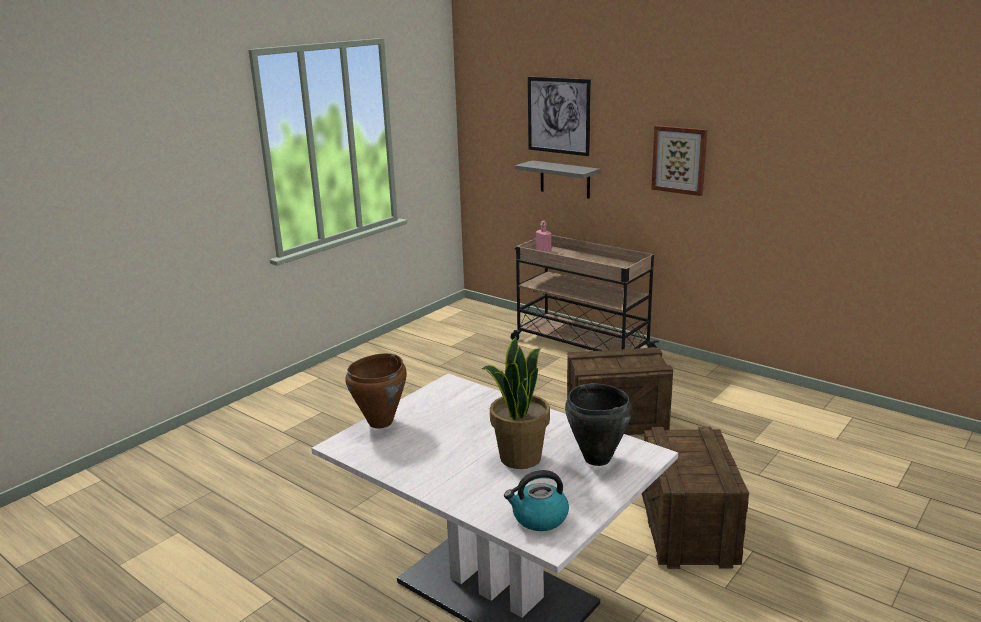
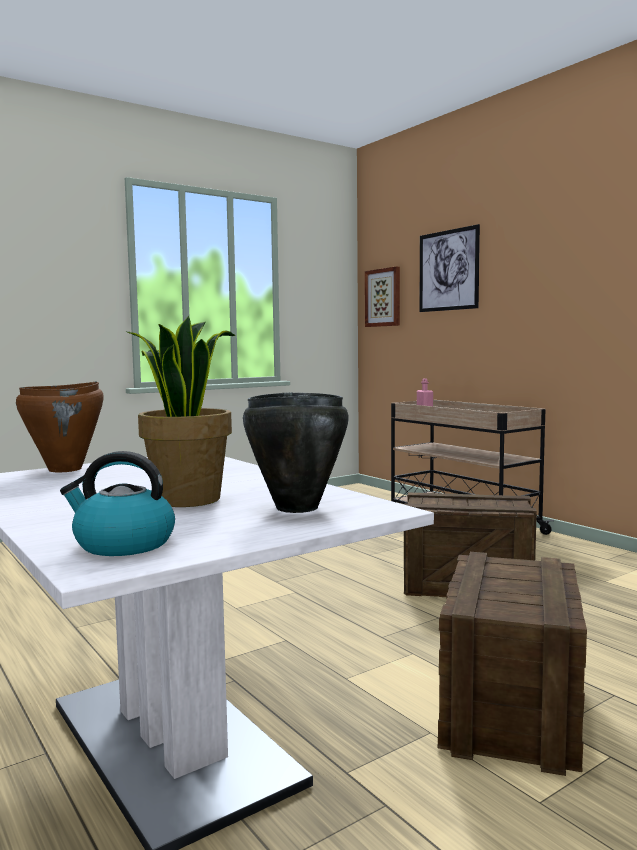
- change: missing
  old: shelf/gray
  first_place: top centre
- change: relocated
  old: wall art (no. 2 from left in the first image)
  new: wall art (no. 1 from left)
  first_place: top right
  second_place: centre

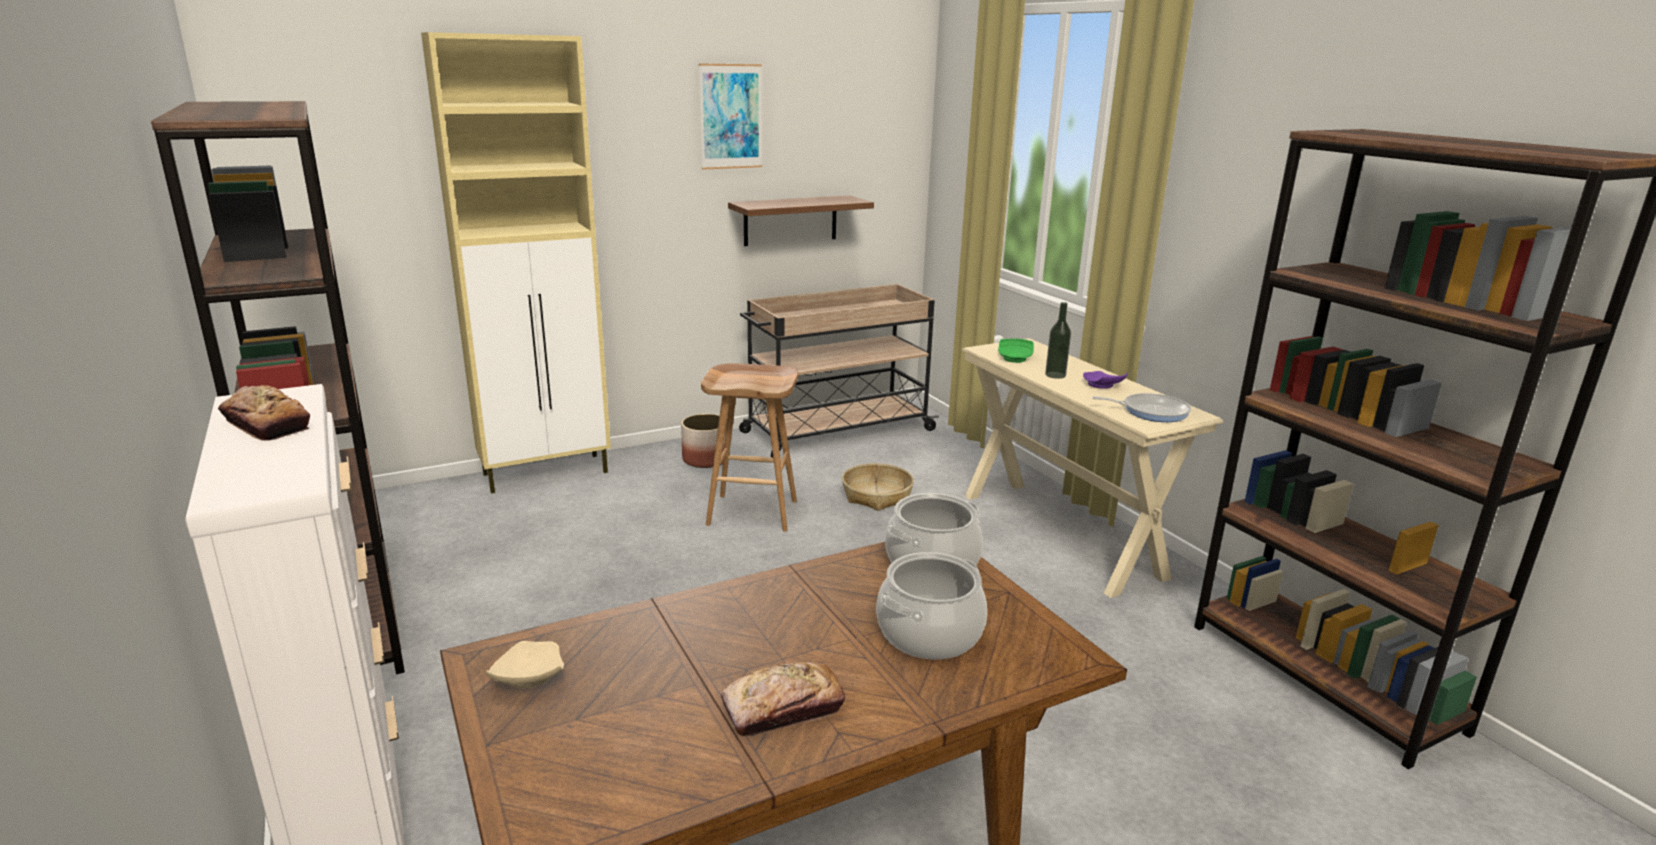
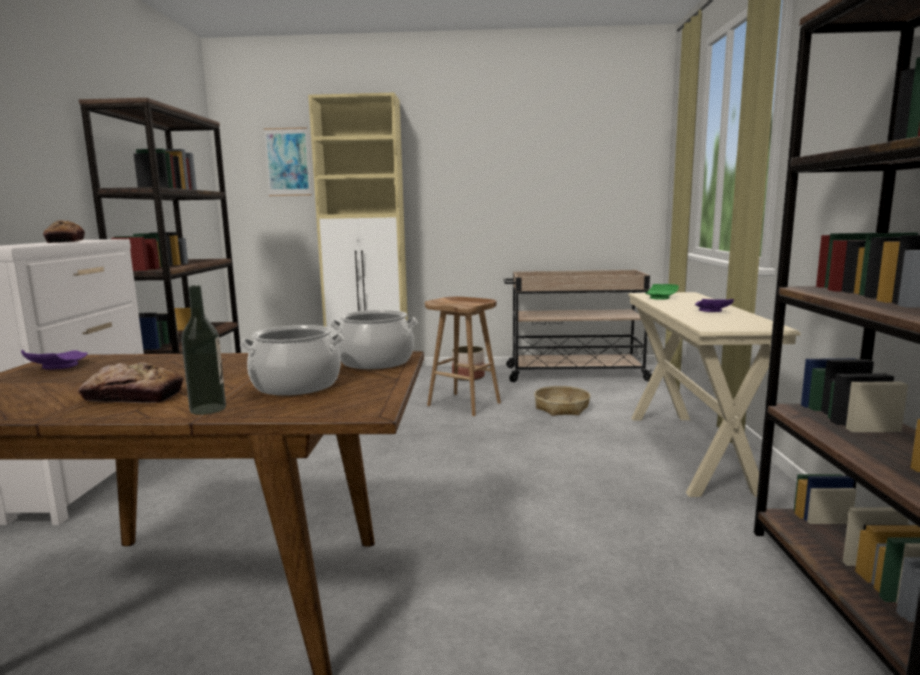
- change: missing
  old: shelf
  first_place: top centre
- change: missing
  old: frying pan
  first_place: middle right
- change: relocated
  old: wall art
  first_place: top centre
  second_place: top left
- change: relocated
  old: beverage bottle
  first_place: centre
  second_place: middle left
- change: colour
  old: plate/beige
  new: plate/purplish (no. 1 from left)
  first_place: bottom left
  second_place: middle left

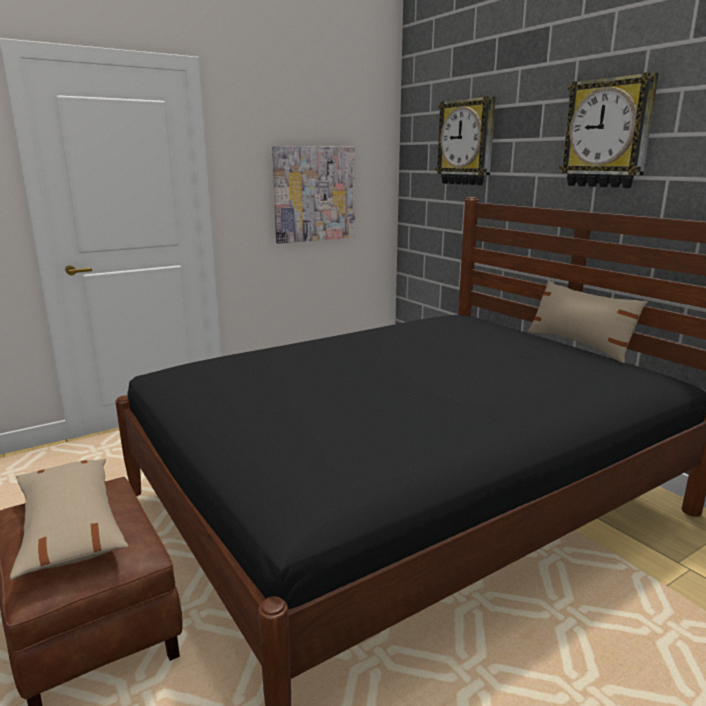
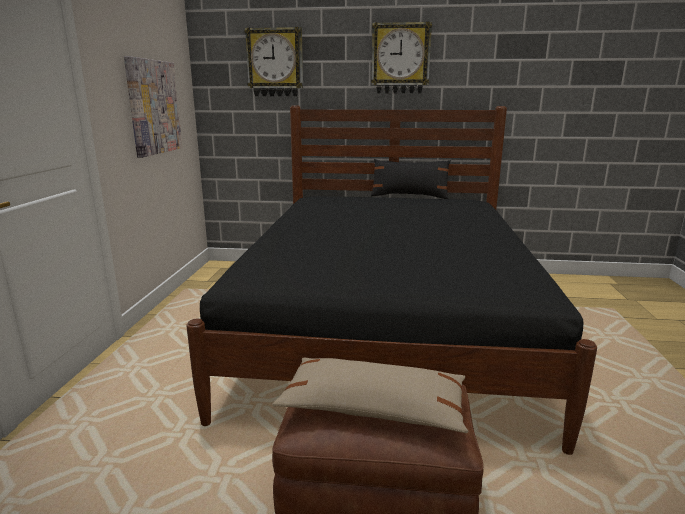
- change: colour
  old: pillow/beige (no. 2 from left)
  new: pillow/black
  first_place: middle right
  second_place: centre

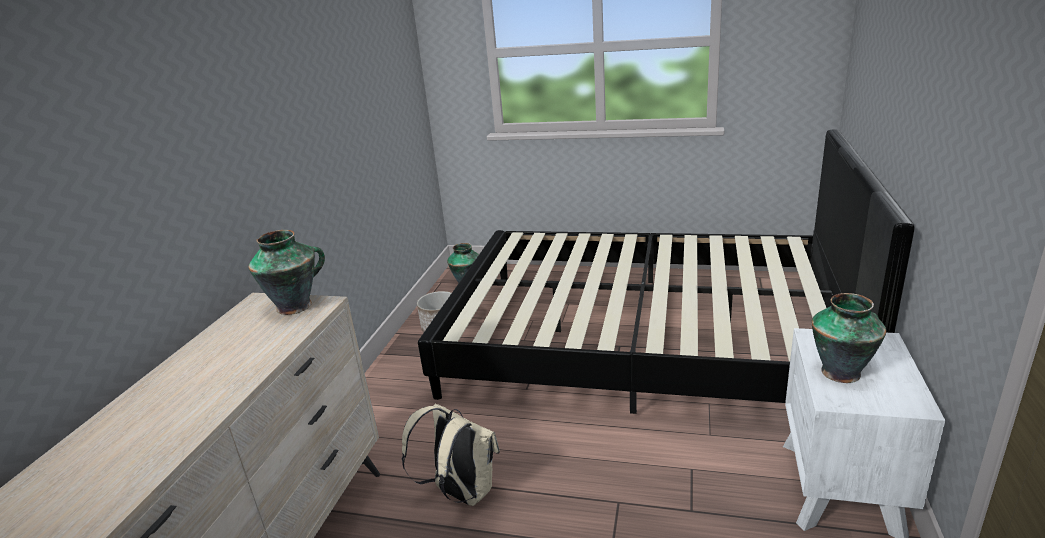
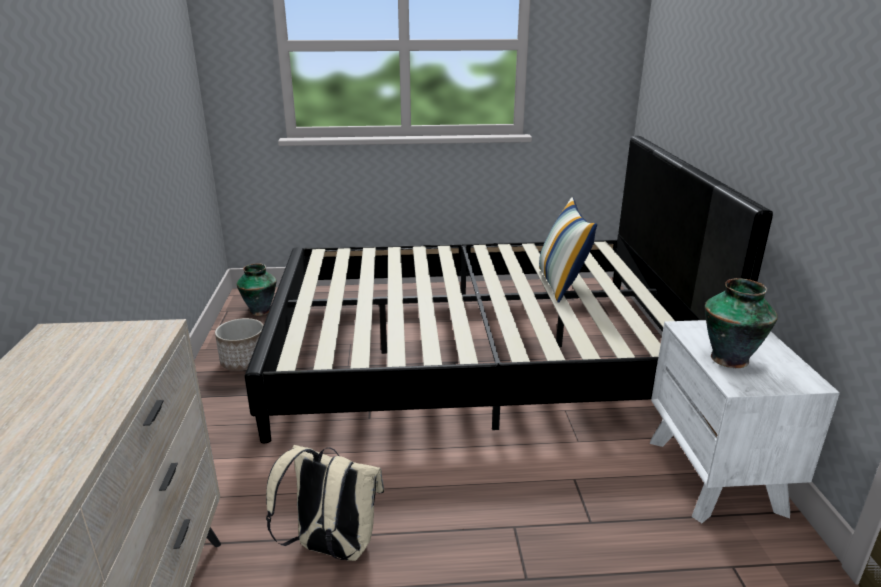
- change: missing
  old: flower vase (no. 1 from left)
  first_place: middle left
- change: appeared
  new: pillow
  second_place: centre

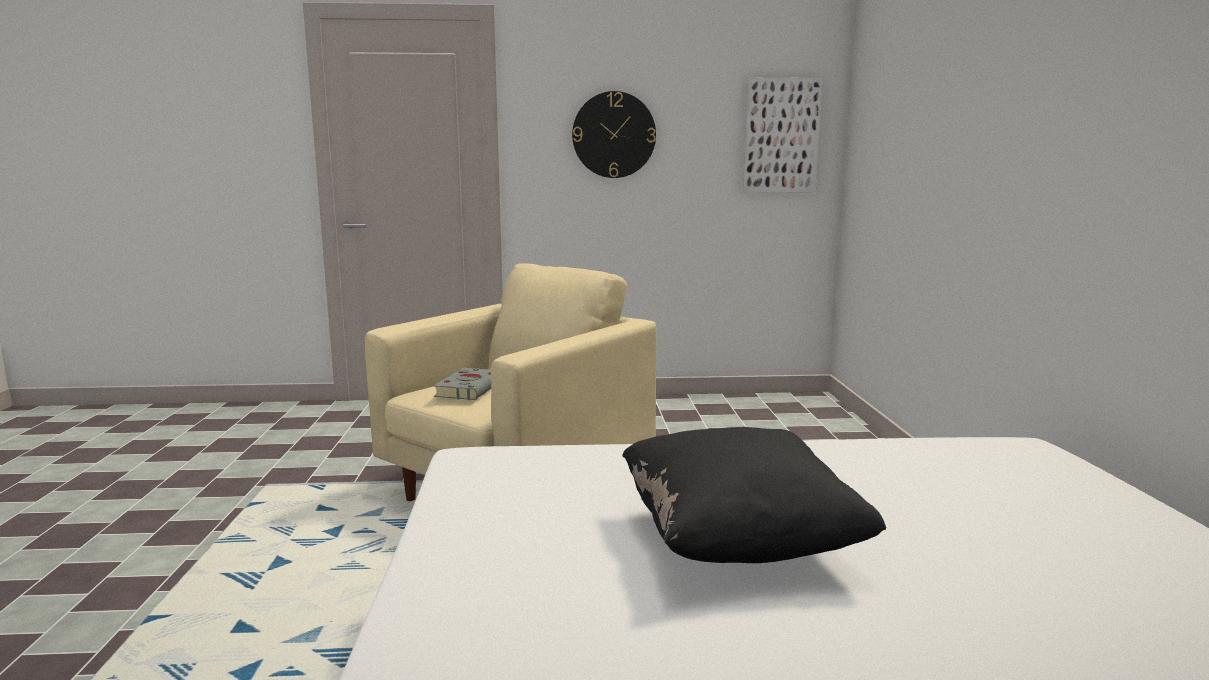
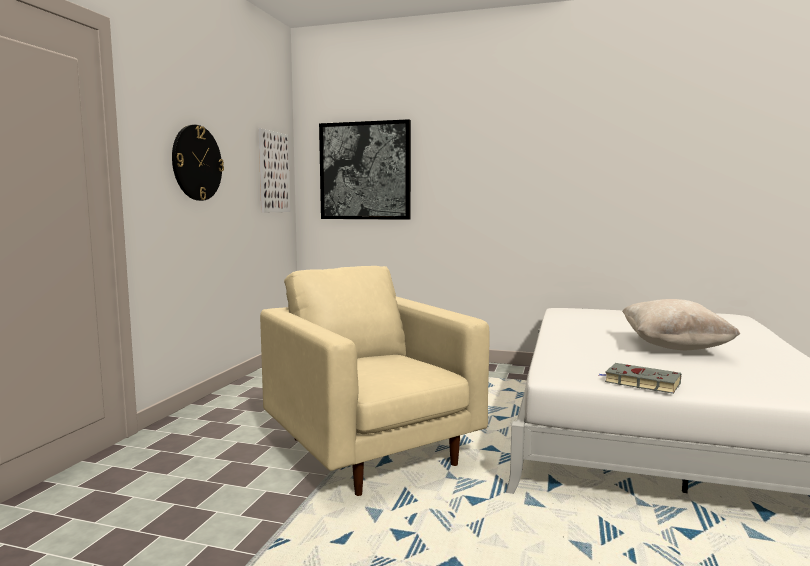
- change: appeared
  new: wall art (no. 2 from left)
  second_place: top centre
- change: relocated
  old: bound book/gray
  first_place: centre
  second_place: bottom right
- change: colour
  old: pillow/black
  new: pillow/beige
  first_place: bottom centre
  second_place: middle right

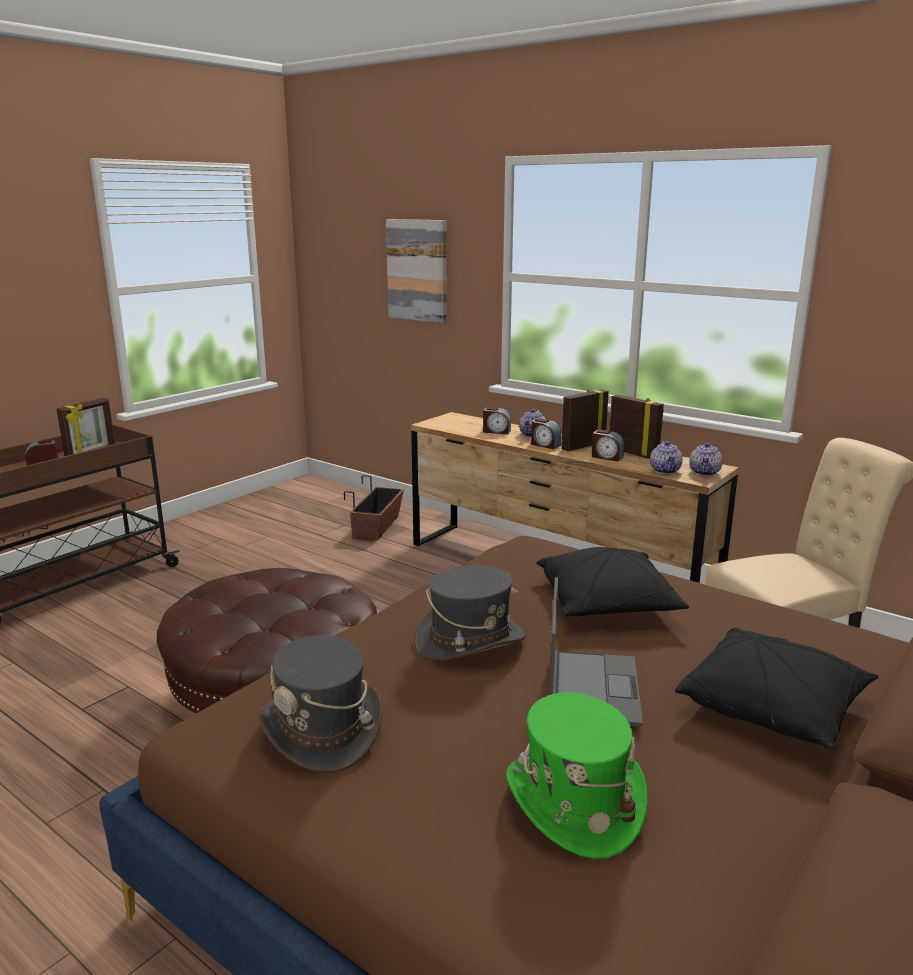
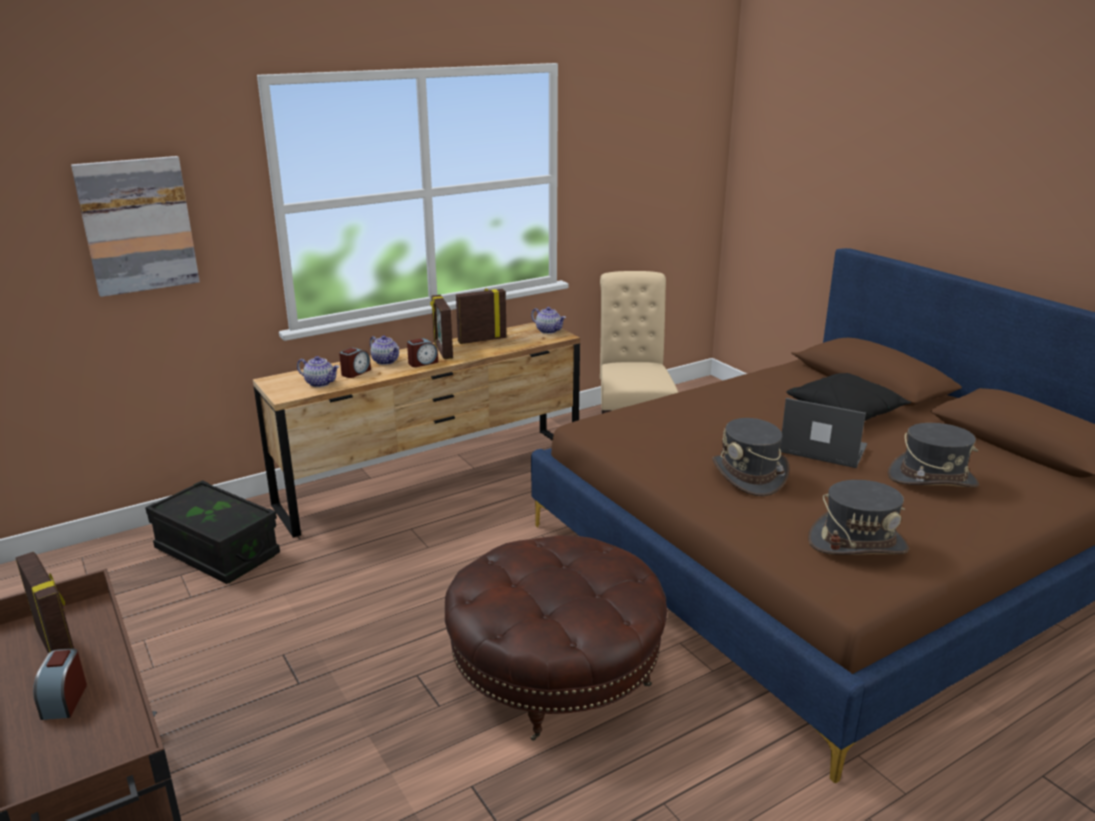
- change: missing
  old: pillow/black (no. 1 from left)
  first_place: middle right
- change: missing
  old: table clock (no. 4 from left)
  first_place: centre
- change: relocated
  old: tea pot (no. 2 from left in the first image)
  new: tea pot (no. 1 from left)
  first_place: middle right
  second_place: middle left
- change: exchanged
  old: planter
  new: storage bin/black
  first_place: centre
  second_place: middle left
- change: colour
  old: wearable hat/green-coloured
  new: wearable hat/gray (no. 3 from left)
  first_place: bottom centre
  second_place: middle right

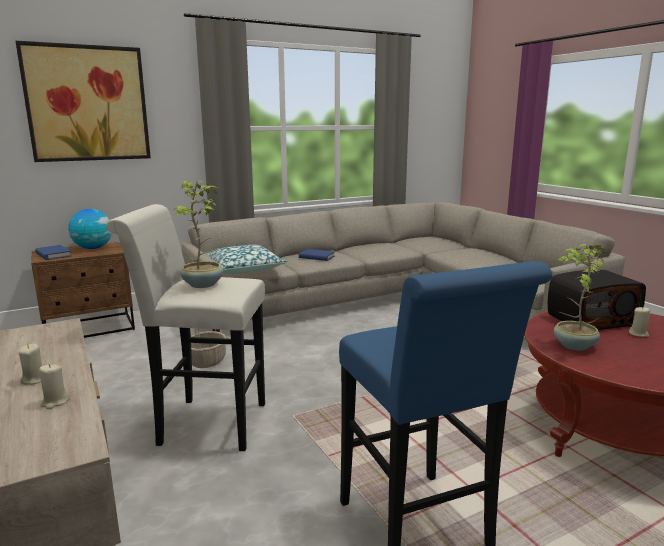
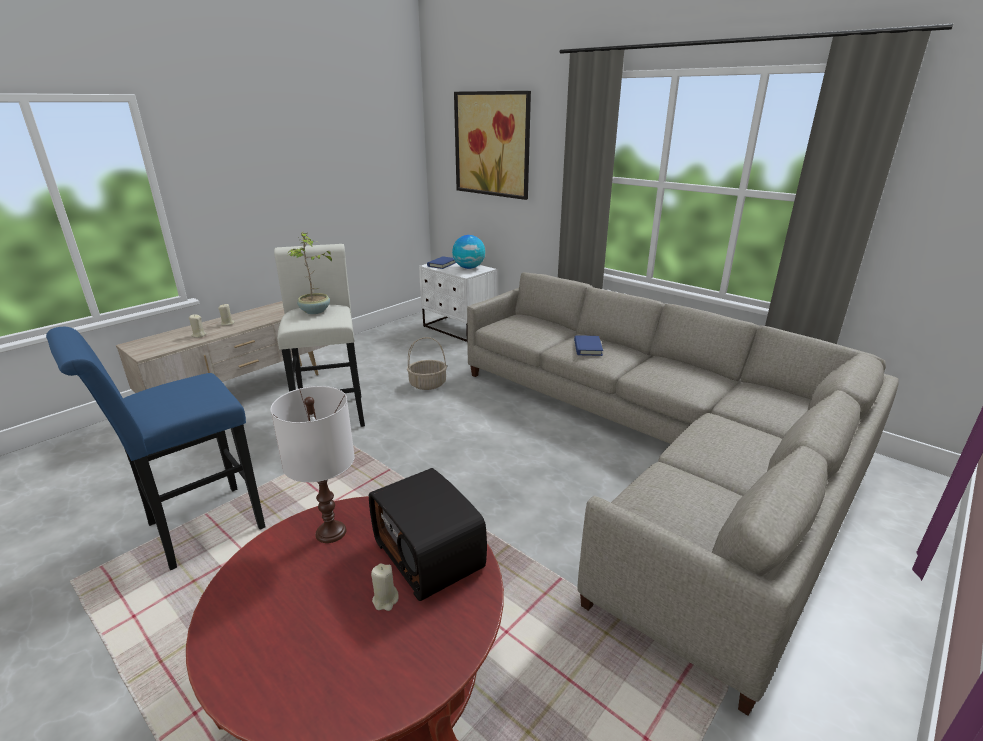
- change: missing
  old: pillow
  first_place: centre
- change: exchanged
  old: houseplant (no. 2 from left)
  new: tabletop lamp/whitish
  first_place: middle right
  second_place: middle left
- change: colour
  old: bedside table/brown-coloured
  new: bedside table/whitish
  first_place: middle left
  second_place: centre

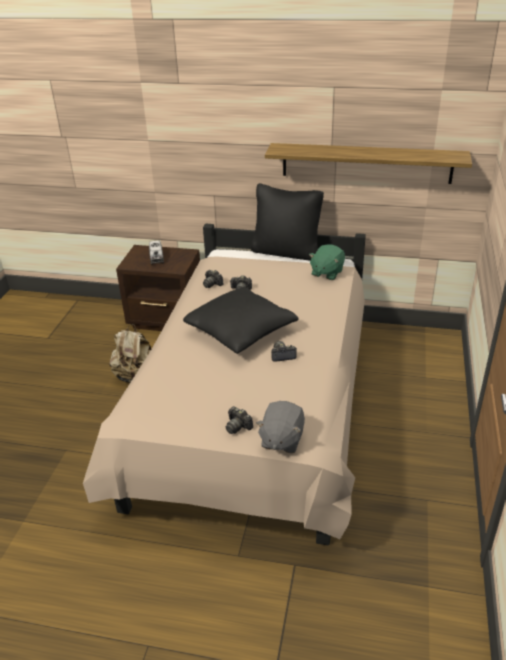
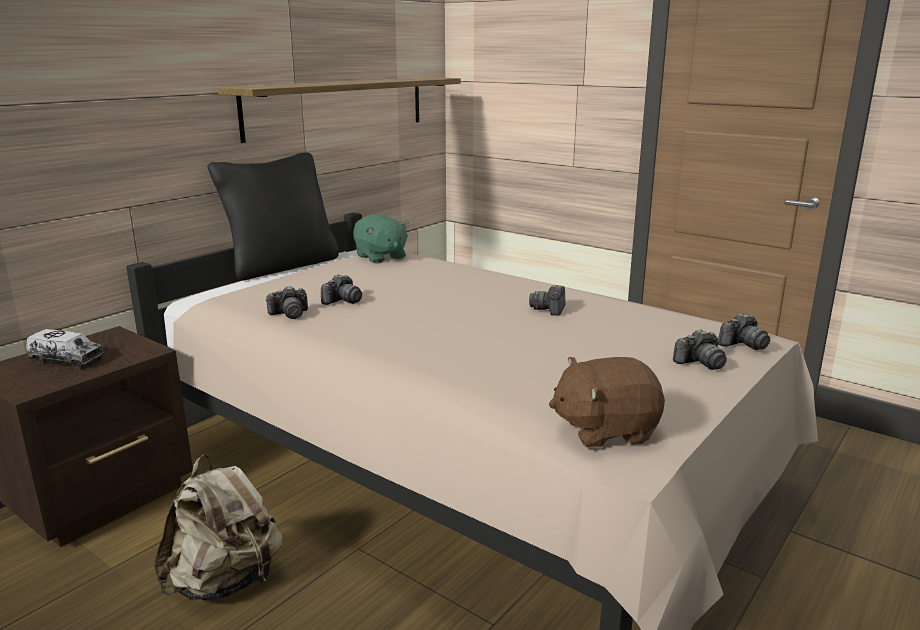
- change: missing
  old: pillow/black (no. 1 from left)
  first_place: centre
- change: appeared
  new: soft toy/brown-coloured
  second_place: centre
- change: exchanged
  old: soft toy/gray
  new: photo camera (no. 5 from left)
  first_place: centre
  second_place: middle right

